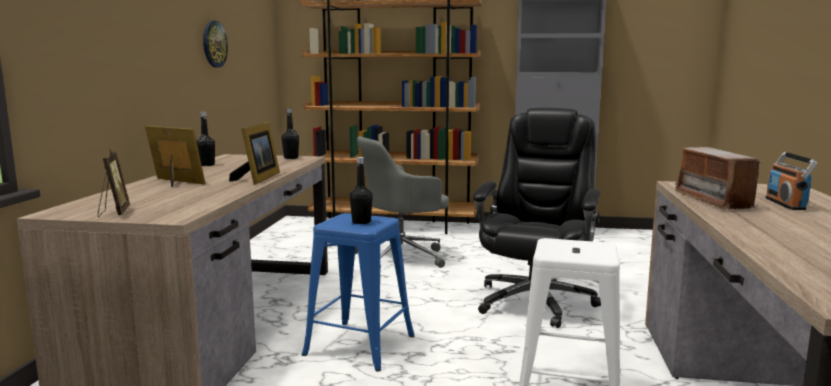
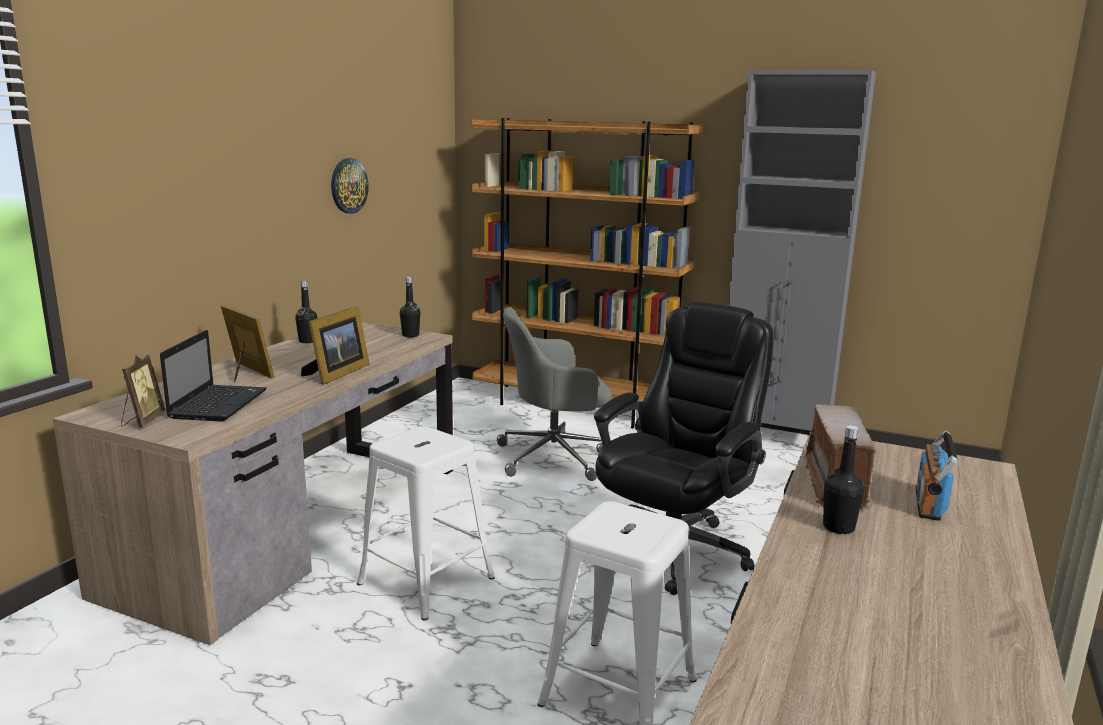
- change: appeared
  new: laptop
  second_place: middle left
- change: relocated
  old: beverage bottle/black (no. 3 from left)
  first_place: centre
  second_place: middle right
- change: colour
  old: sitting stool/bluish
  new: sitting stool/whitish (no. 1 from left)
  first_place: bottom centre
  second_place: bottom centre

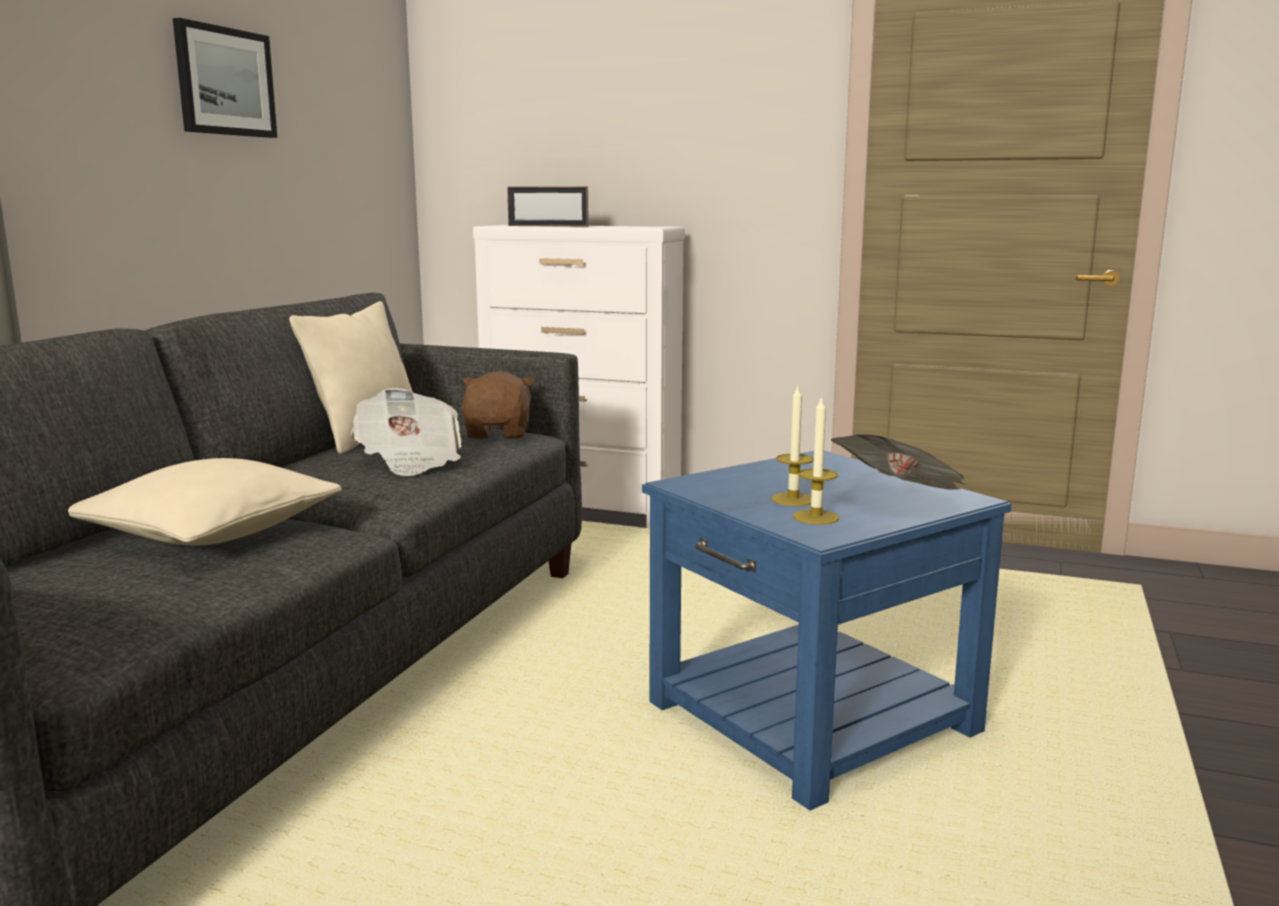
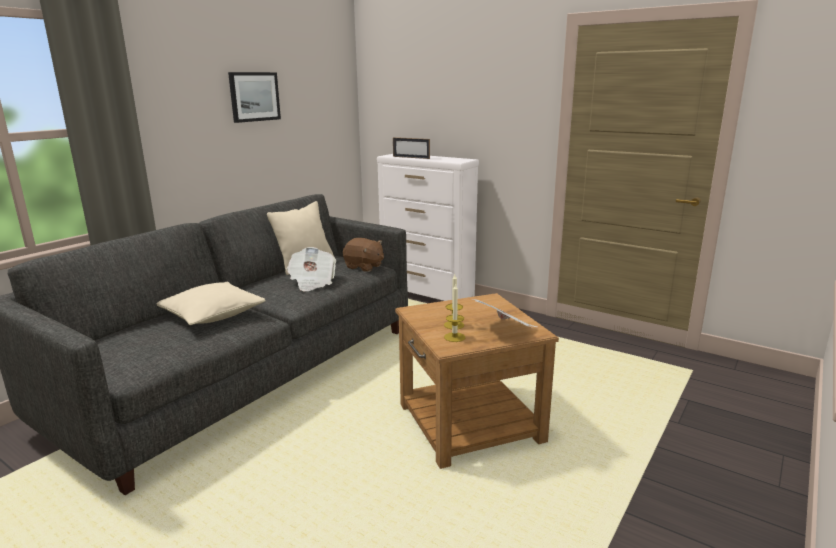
- change: colour
  old: side table/bluish
  new: side table/brown-coloured
  first_place: bottom centre
  second_place: bottom centre
- change: spun
  old: soft toy/brown-coloured
  first_place: centre
  second_place: centre
  degrees: 105

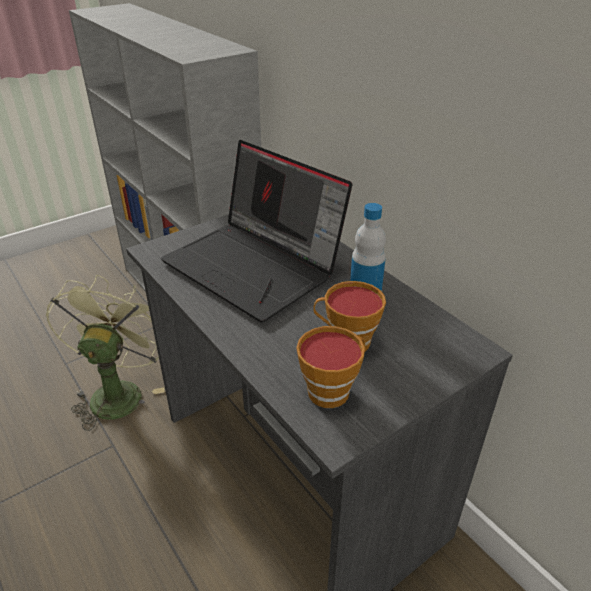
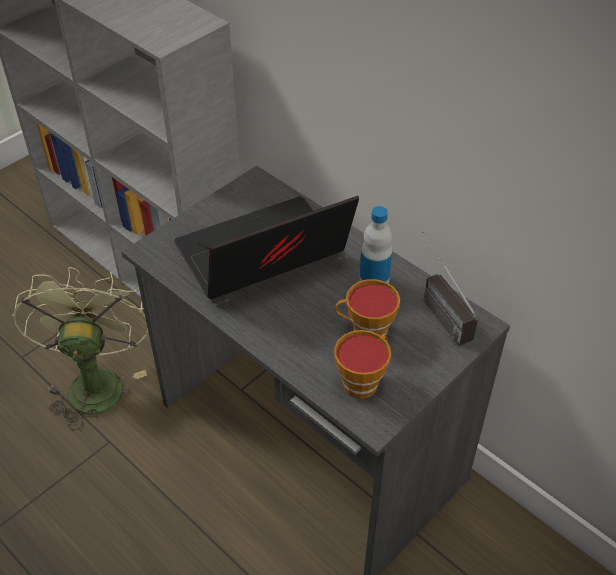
- change: appeared
  new: radio set
  second_place: middle right
- change: spun
  old: laptop
  first_place: centre
  second_place: centre
  degrees: 120

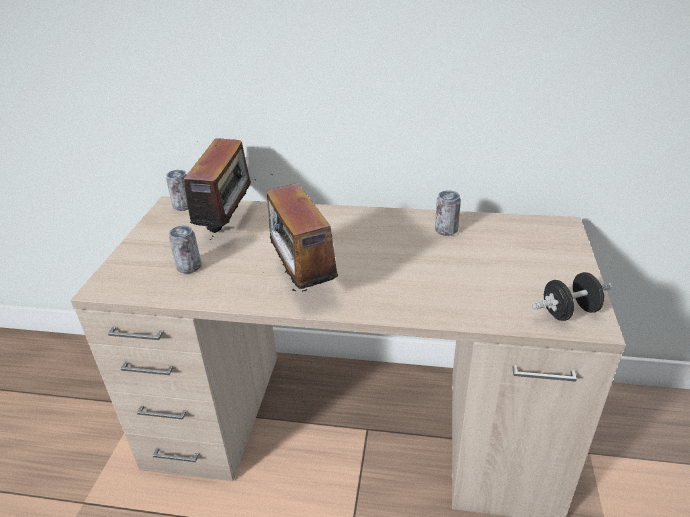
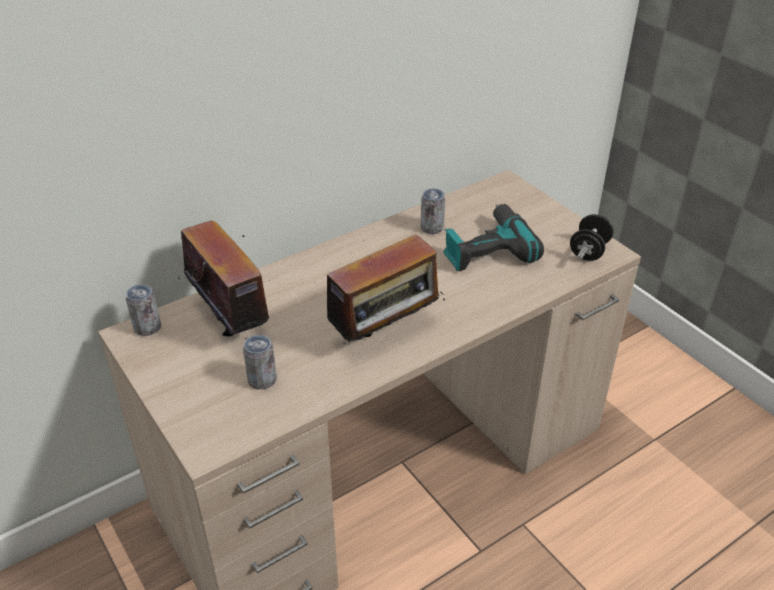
- change: appeared
  new: drill
  second_place: centre
- change: spun
  old: radio set (no. 2 from left)
  first_place: centre
  second_place: centre
  degrees: -60

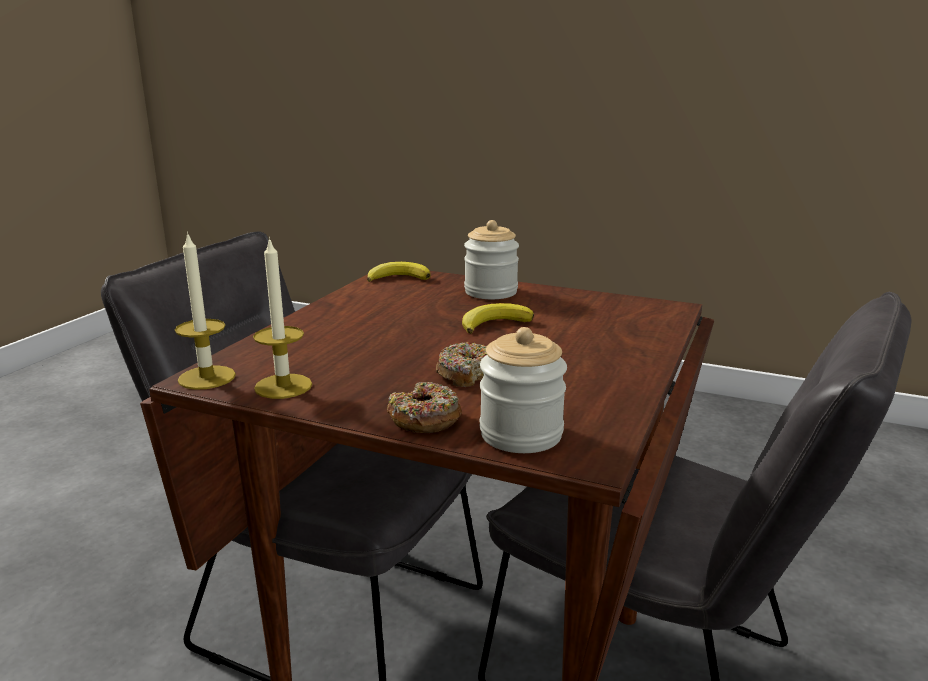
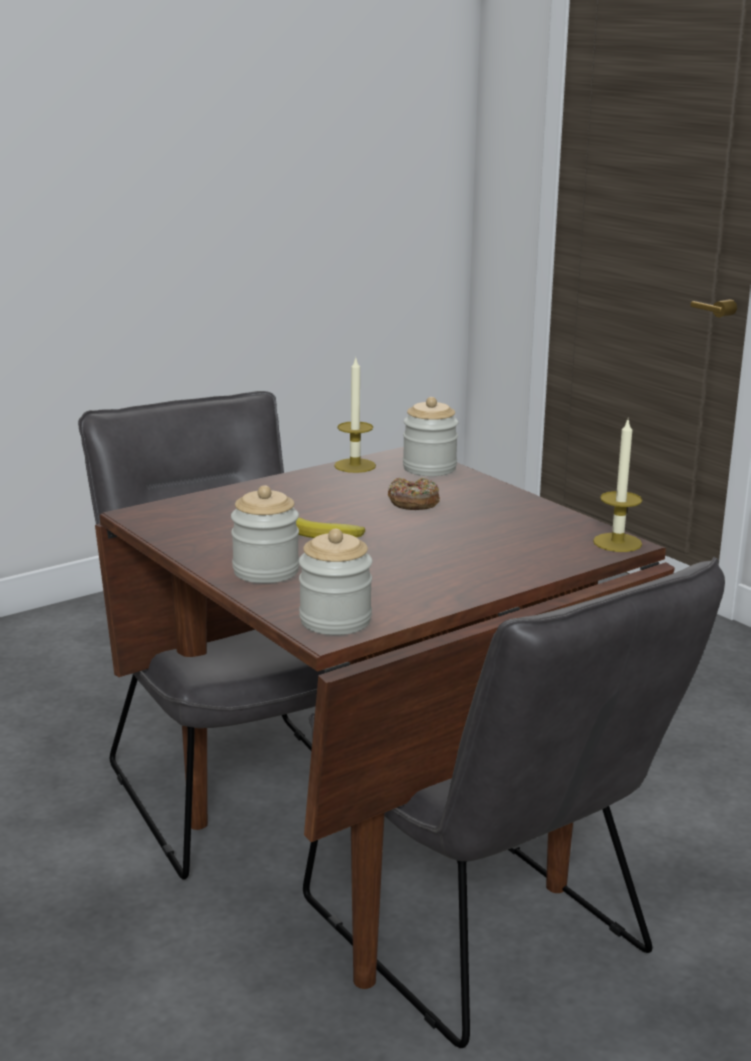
- change: missing
  old: doughnut (no. 1 from left)
  first_place: centre
- change: relocated
  old: wax light (no. 2 from left in the first image)
  new: wax light (no. 1 from left)
  first_place: middle left
  second_place: centre
- change: exchanged
  old: whole banana (no. 1 from left)
  new: storage jar (no. 2 from left)
  first_place: centre
  second_place: centre

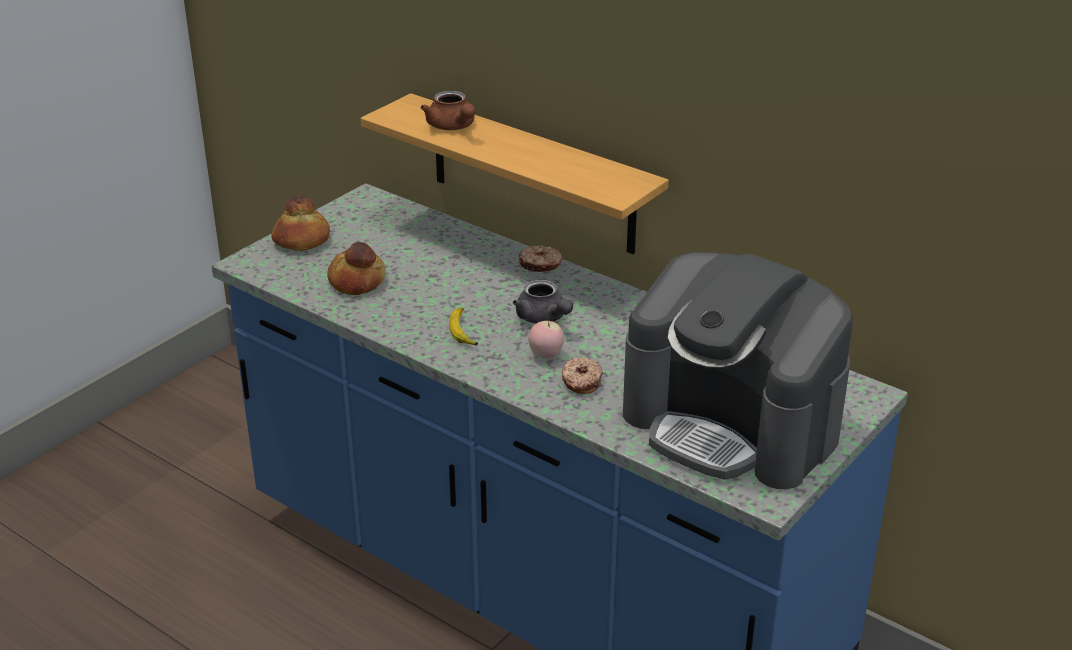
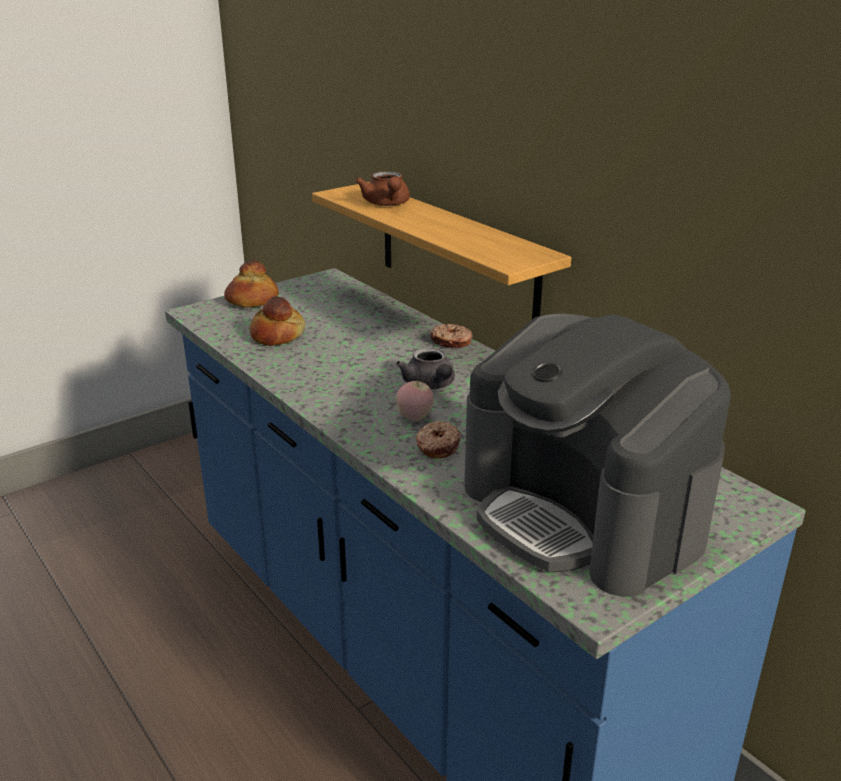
- change: missing
  old: whole banana
  first_place: centre

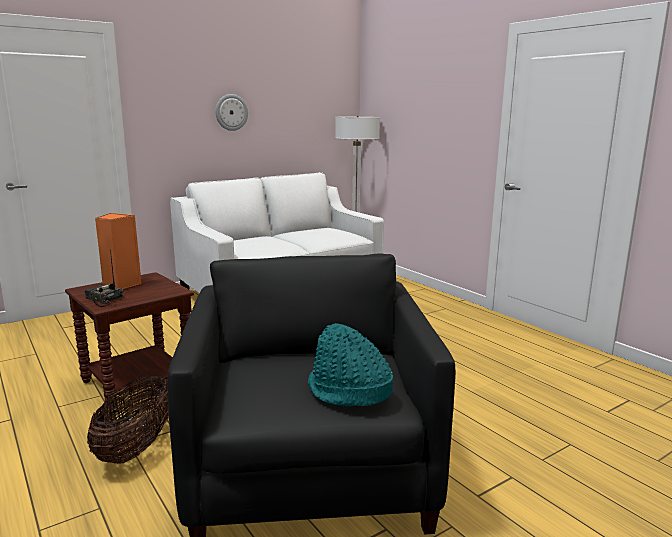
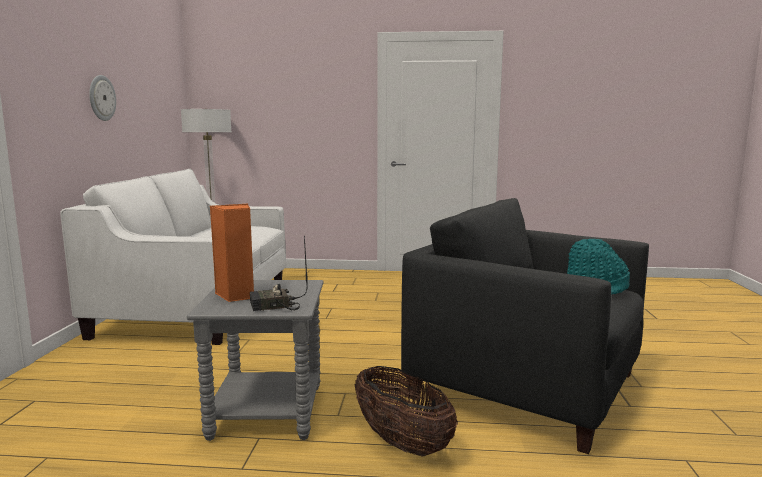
- change: colour
  old: side table/brown-coloured
  new: side table/gray
  first_place: middle left
  second_place: bottom centre

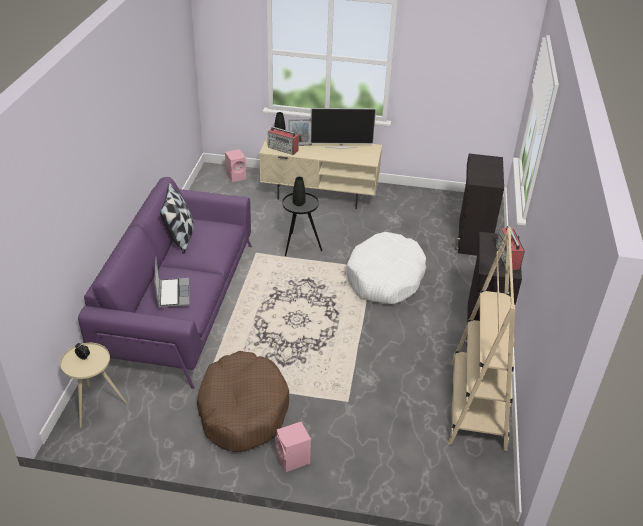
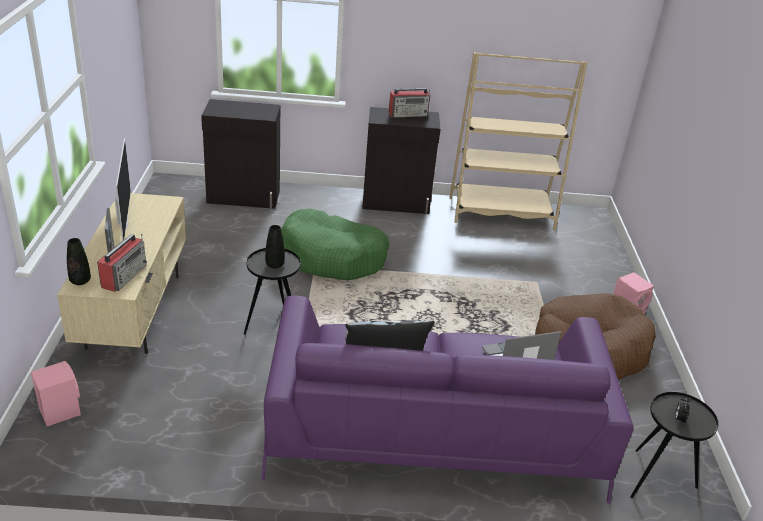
- change: colour
  old: side table/beige
  new: side table/black (no. 2 from left)
  first_place: bottom left
  second_place: bottom right
- change: colour
  old: dog cushion/whitish
  new: dog cushion/green-coloured
  first_place: centre
  second_place: centre

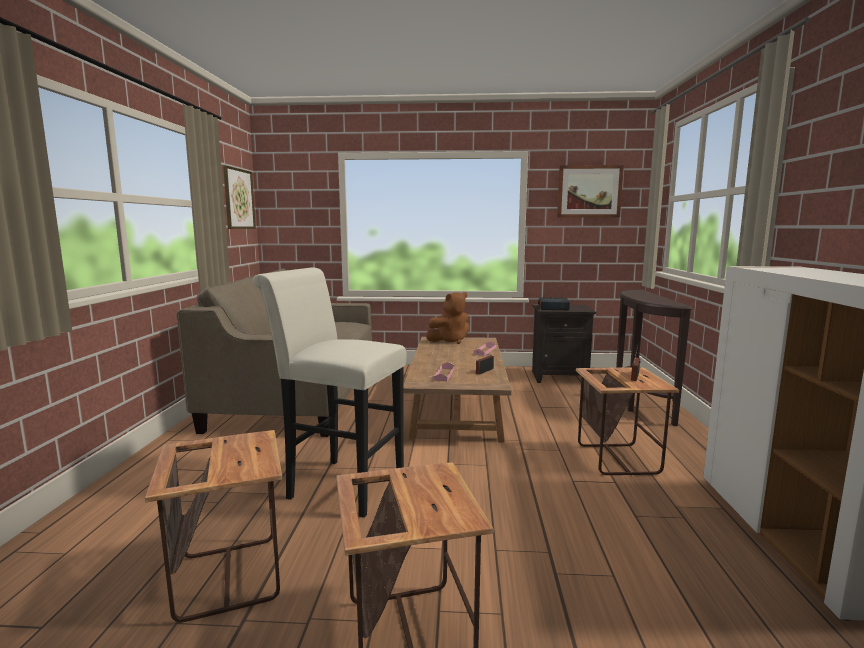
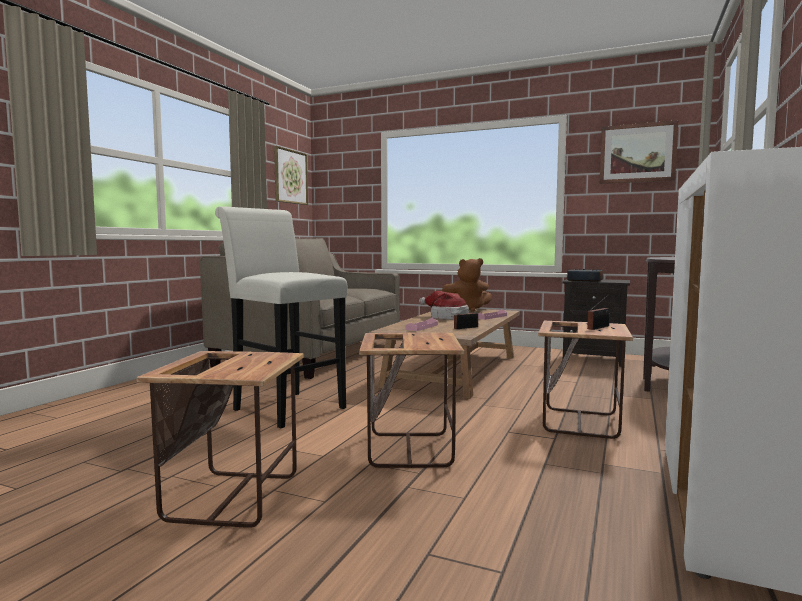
- change: appeared
  new: wearable hat
  second_place: centre
- change: relocated
  old: side table (no. 1 from left in the first image)
  new: side table (no. 2 from left)
  first_place: bottom left
  second_place: centre

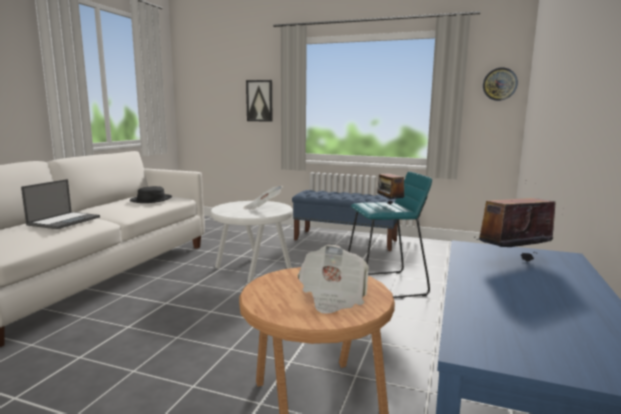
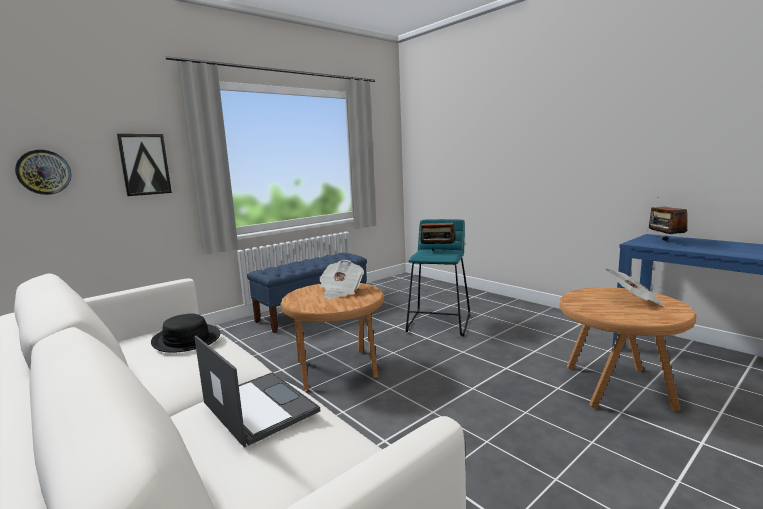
- change: relocated
  old: clock on the wall
  first_place: top right
  second_place: middle left
- change: colour
  old: side table/whitish
  new: side table/brown-coloured (no. 1 from left)
  first_place: centre
  second_place: centre

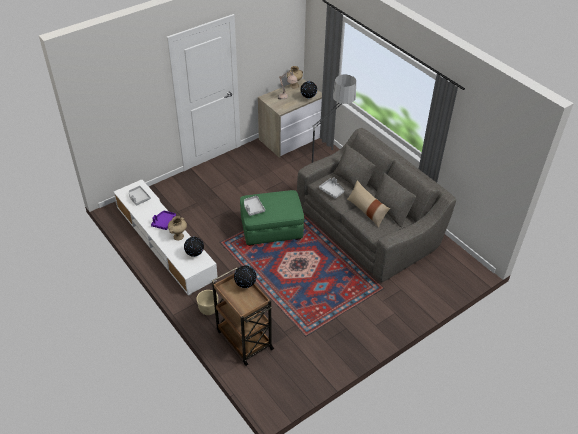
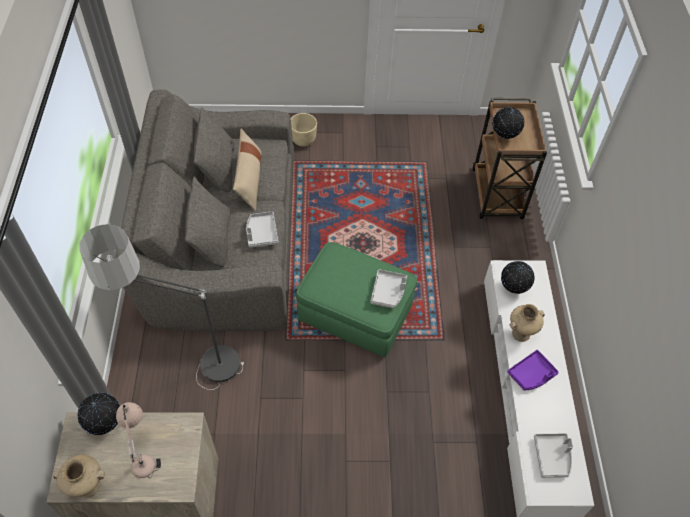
- change: relocated
  old: planter/beige
  first_place: bottom centre
  second_place: top centre

